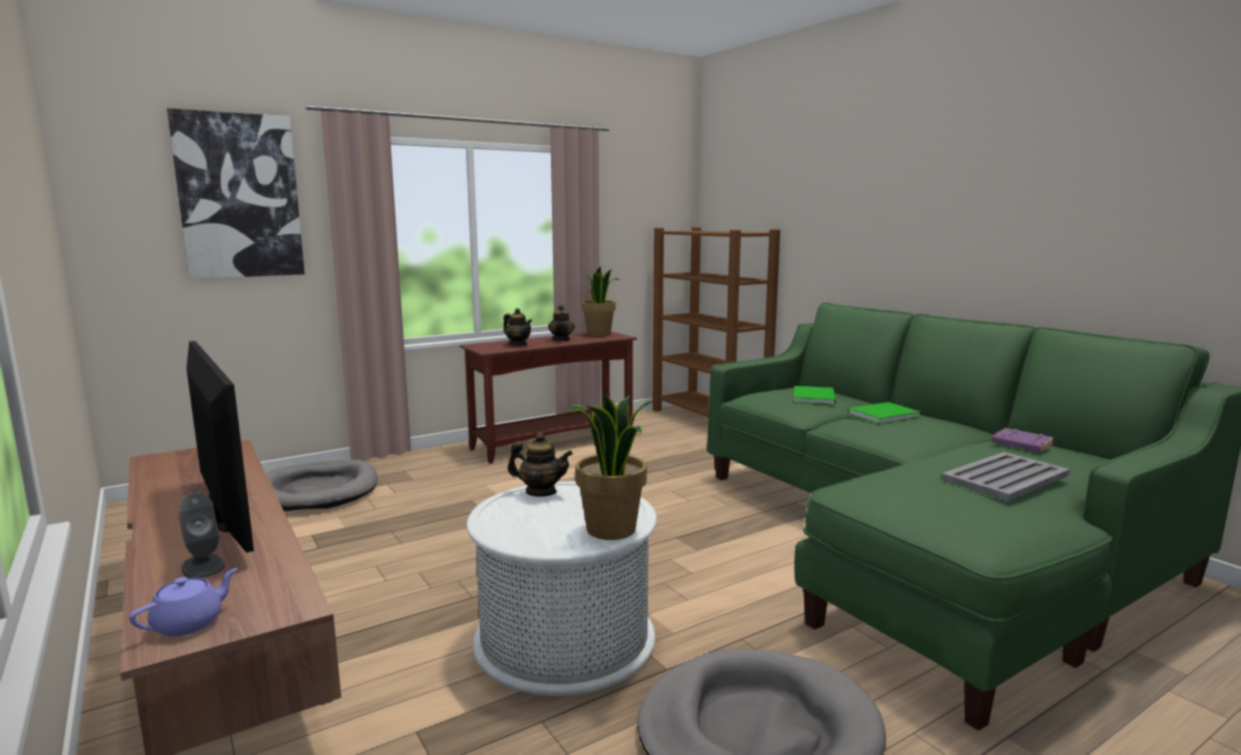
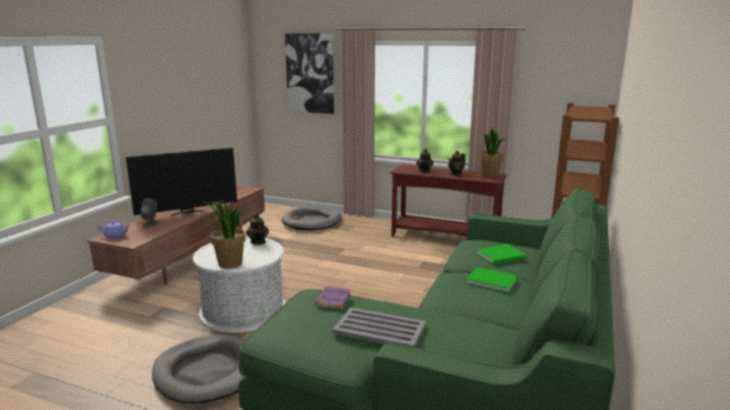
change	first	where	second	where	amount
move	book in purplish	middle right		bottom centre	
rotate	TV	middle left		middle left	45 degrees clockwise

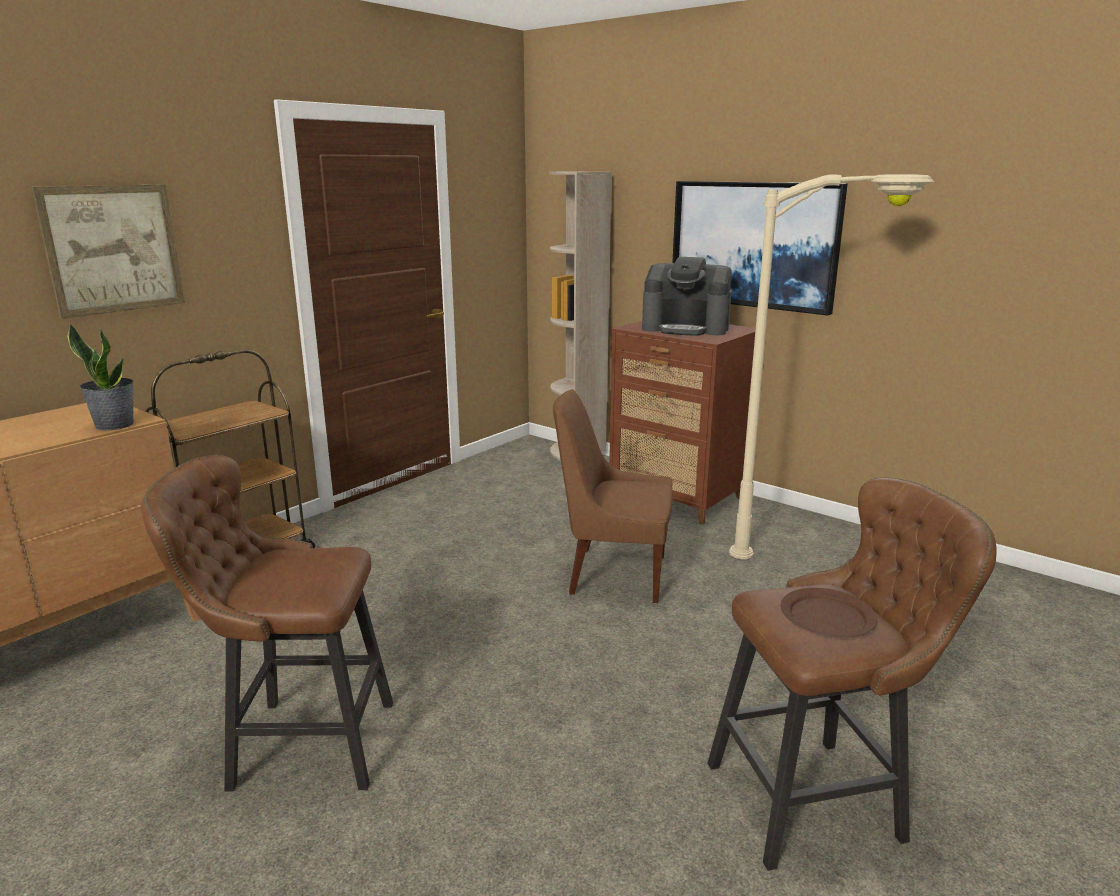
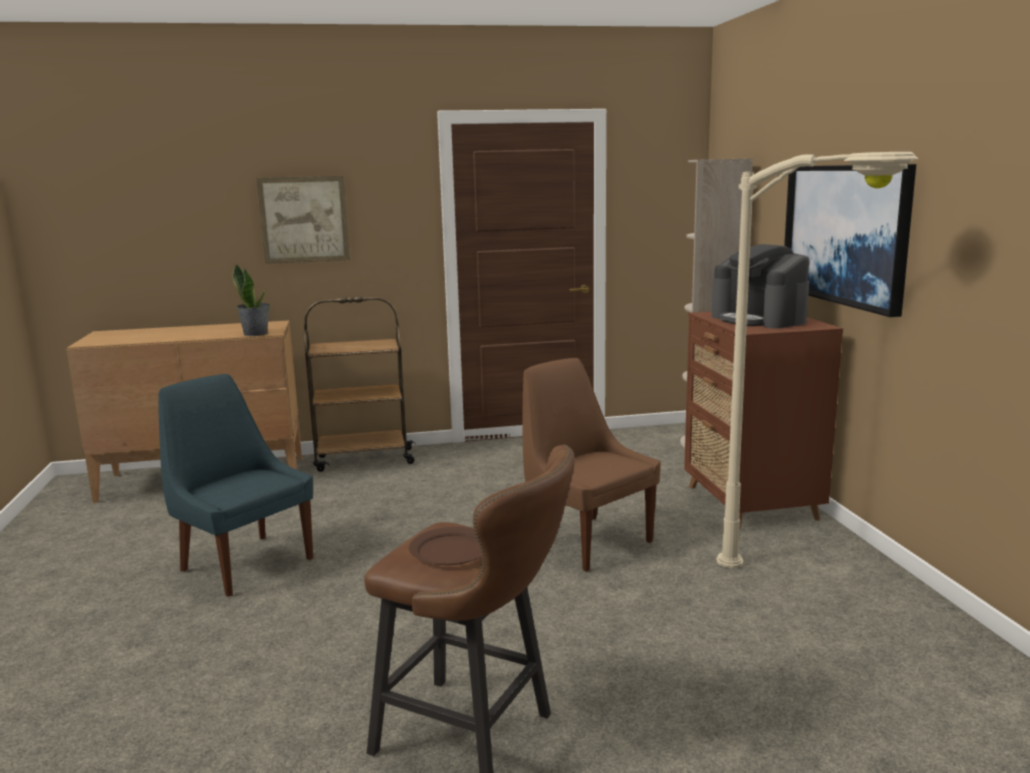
change	first	where	second	where	amount
replace	stool in brown (1st from left)	bottom left	upright chair in blue	middle left	

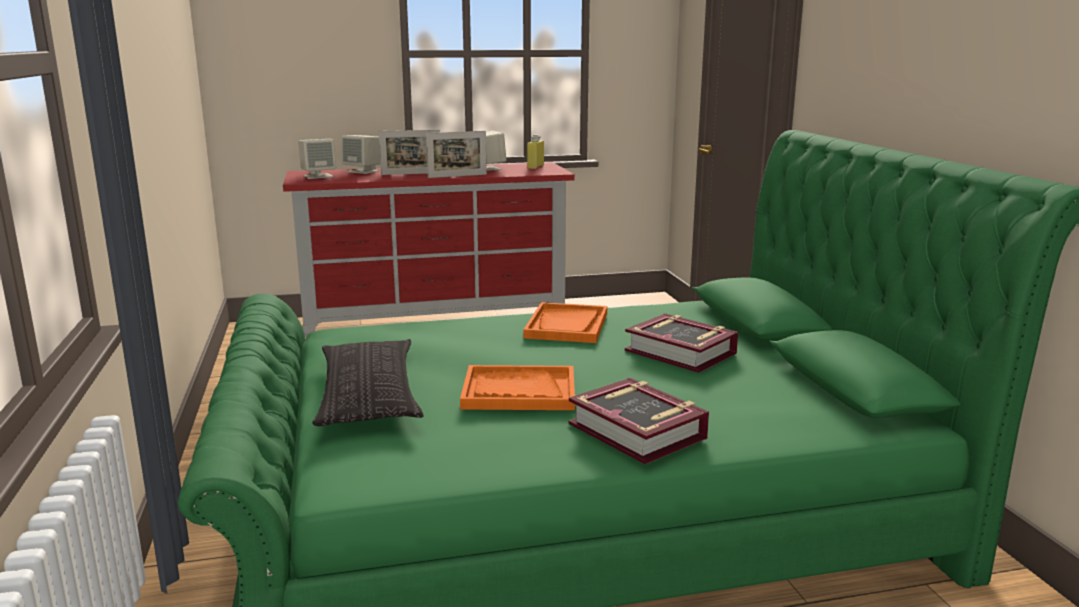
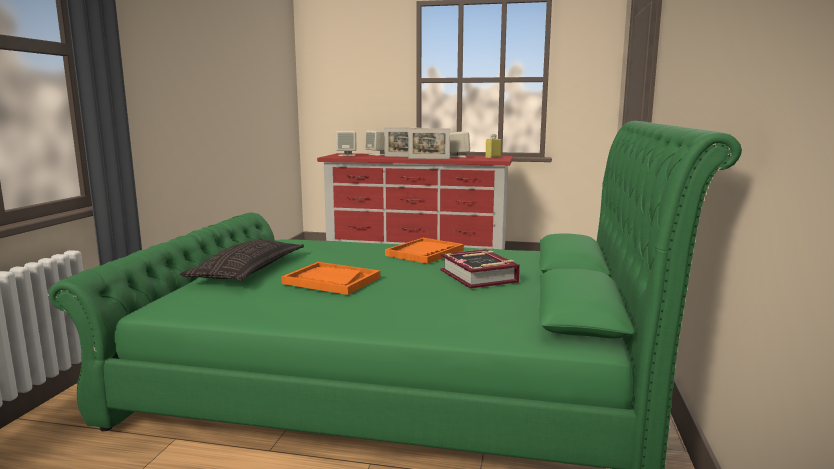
change	first	where	second	where	amount
delete	book (1st from left)	bottom centre			

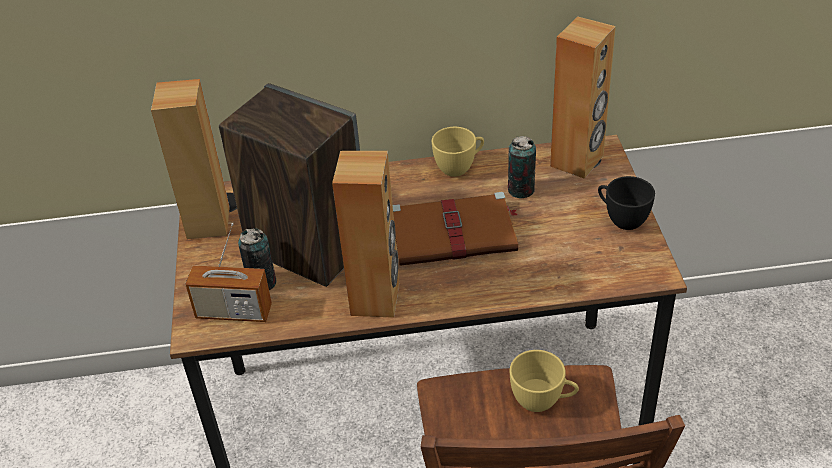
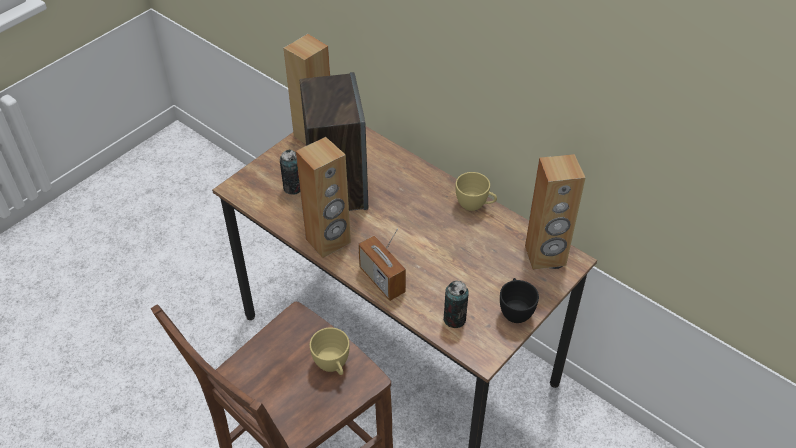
change	first	where	second	where	amount
delete	book in brown	centre			
move	radio receiver	middle left		centre	
move	metal can (2nd from left)	centre		bottom centre	

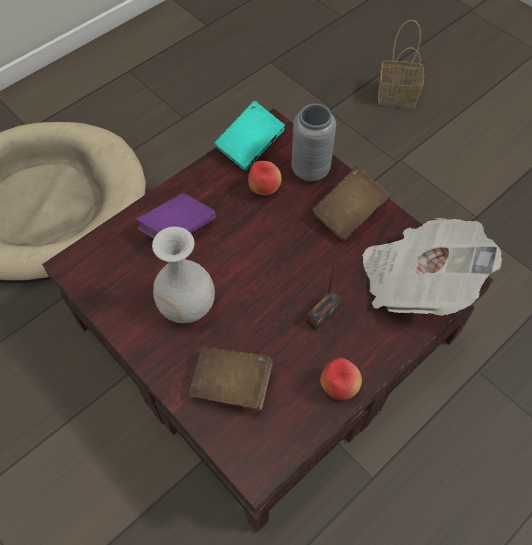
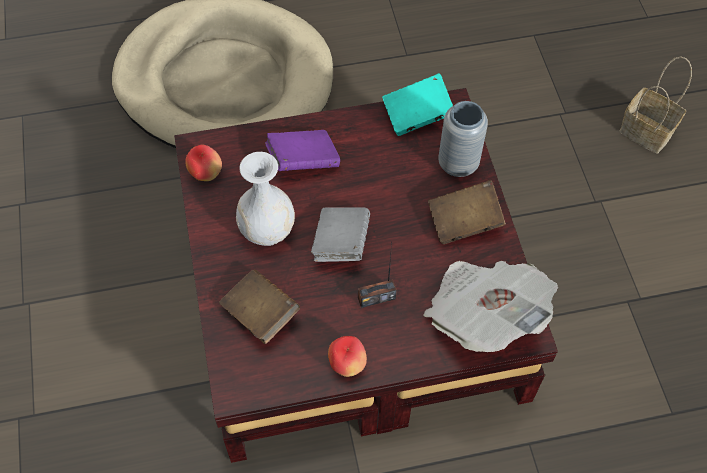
change	first	where	second	where	amount
insert			book in greyish	centre	
move	whole apple (1st from left)	top centre		middle left	

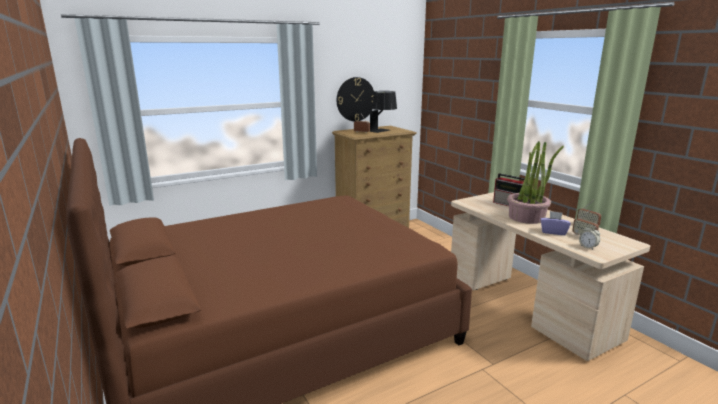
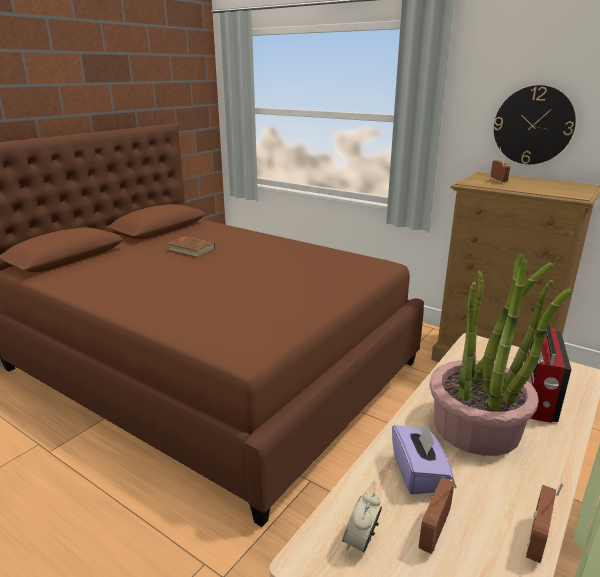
change	first	where	second	where	amount
delete	tabletop lamp in black-coloured	top centre			
insert			book in brown	middle left	

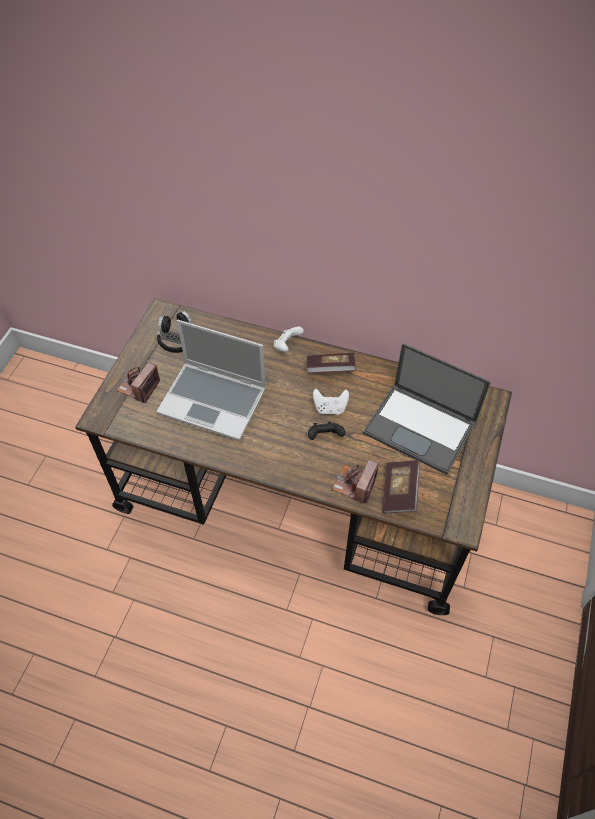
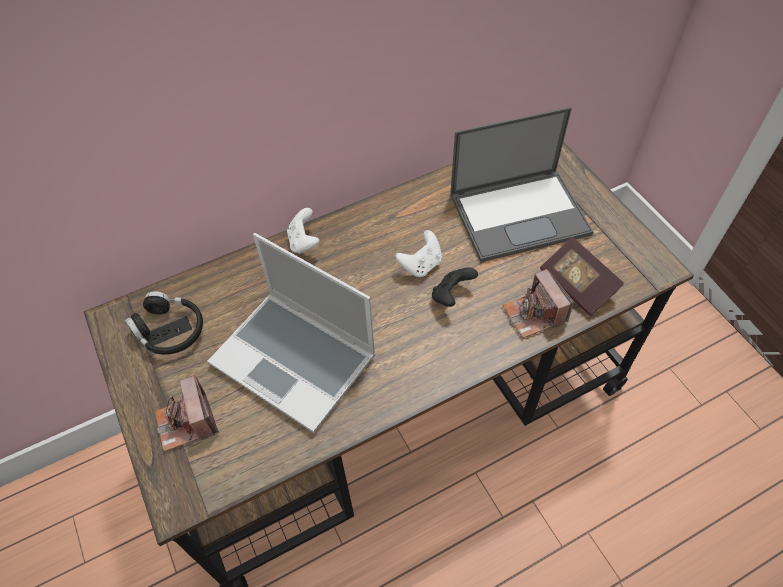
change	first	where	second	where	amount
delete	book (1st from left)	centre			
rotate	notebook computer (1st from left)	centre		centre	60 degrees clockwise

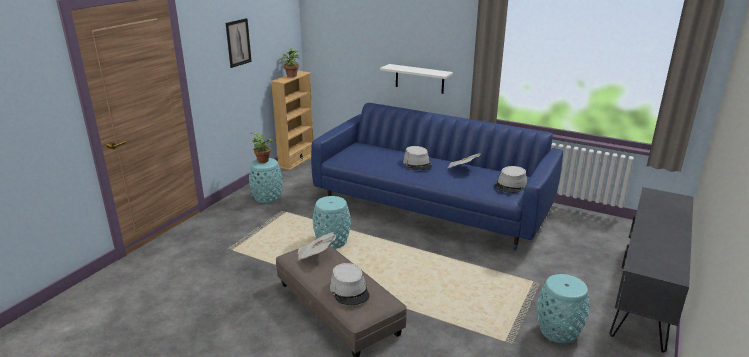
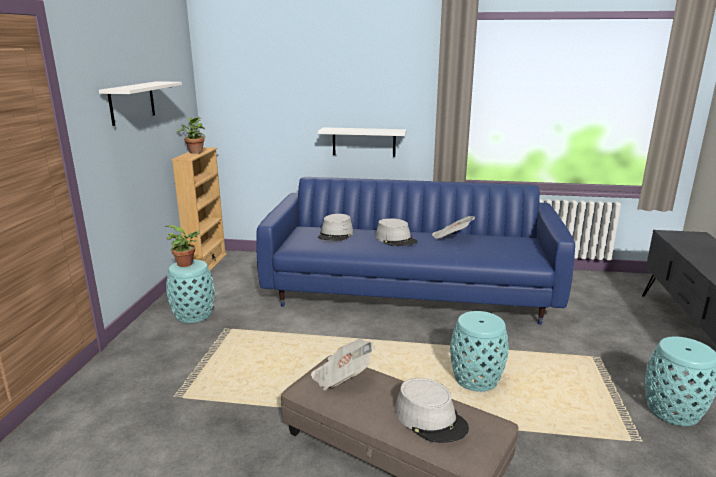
change	first	where	second	where	amount
move	stool in turquoise-coloured (2nd from left)	centre		bottom right	
move	wearable hat in greyish (3rd from left in the first image)	middle right	wearable hat in greyish (1st from left)	centre	
replace	wall picture	top left	bracket shelf in white-coloured (1st from left)	top left	

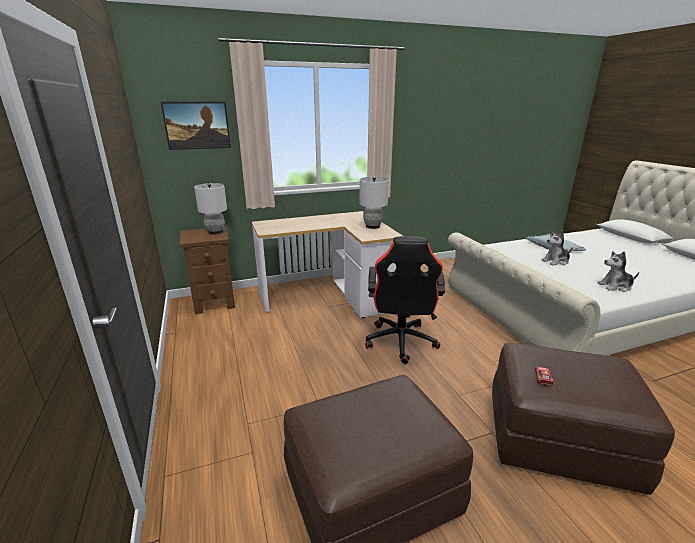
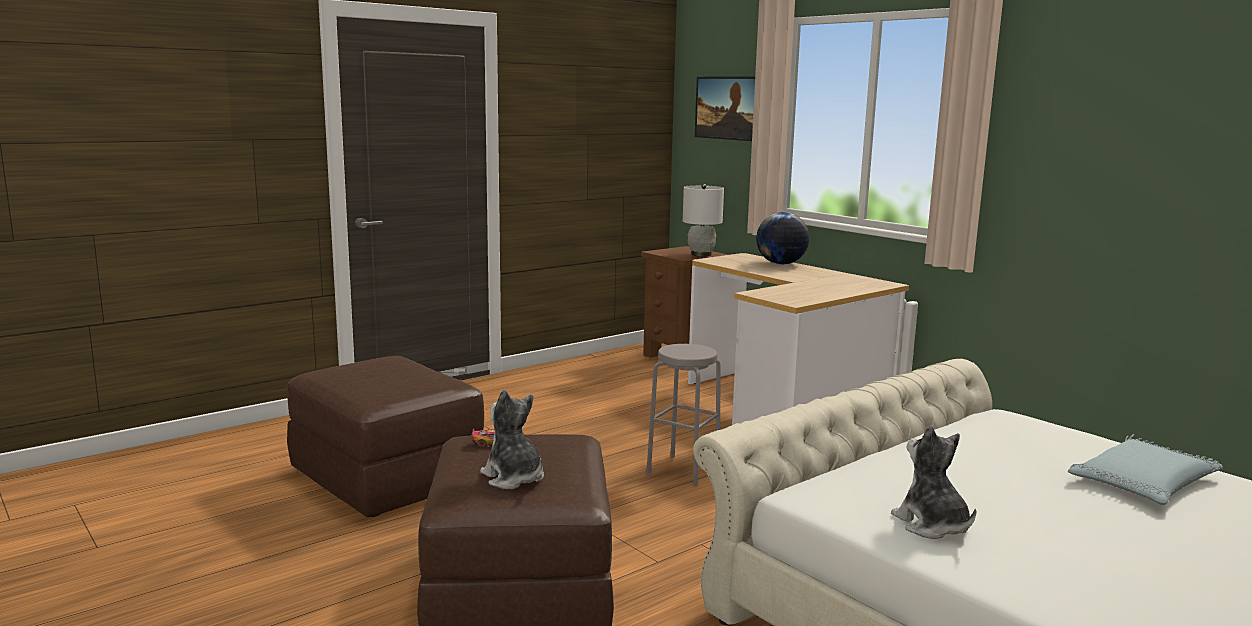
change	first	where	second	where	amount
delete	tabletop lamp in white-coloured (2nd from left)	centre			
insert			desk globe	centre	
move	soft toy (1st from left)	middle right		bottom centre	
replace	desk chair in black-coloured	centre	stool in greyish	centre	

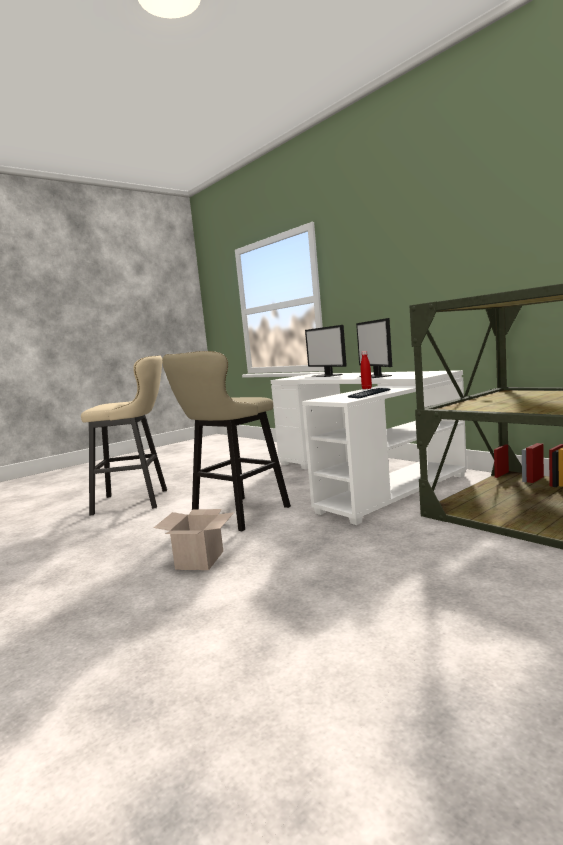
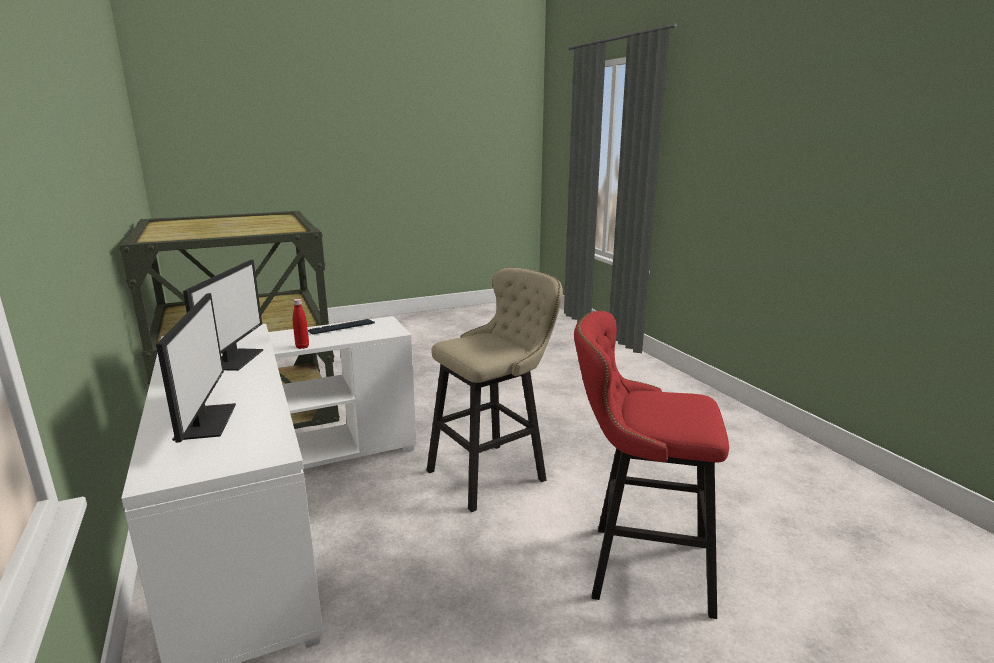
change	first	where	second	where	amount
delete	packing box	centre			
recolor	stool in sand-coloured (1st from left)	middle left	stool in reddish	bottom centre	

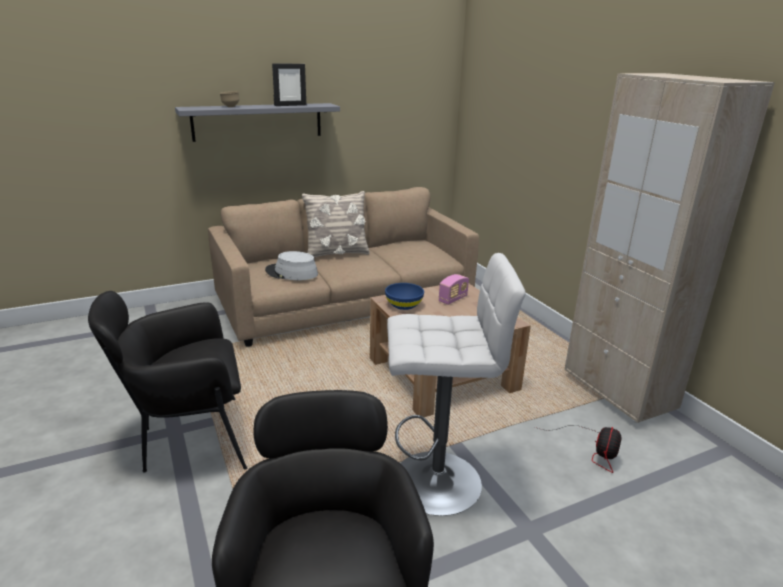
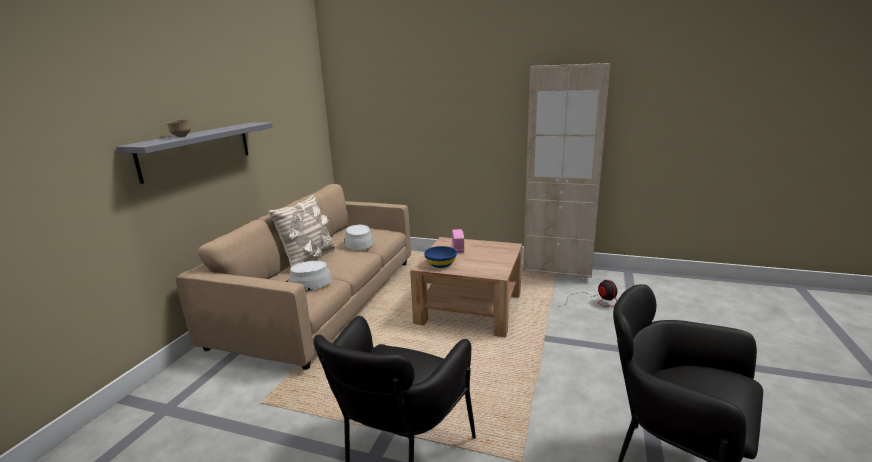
change	first	where	second	where	amount
delete	picture frame	top centre			
delete	stool in white-coloured	centre			
insert			wearable hat in greyish (2nd from left)	centre	

